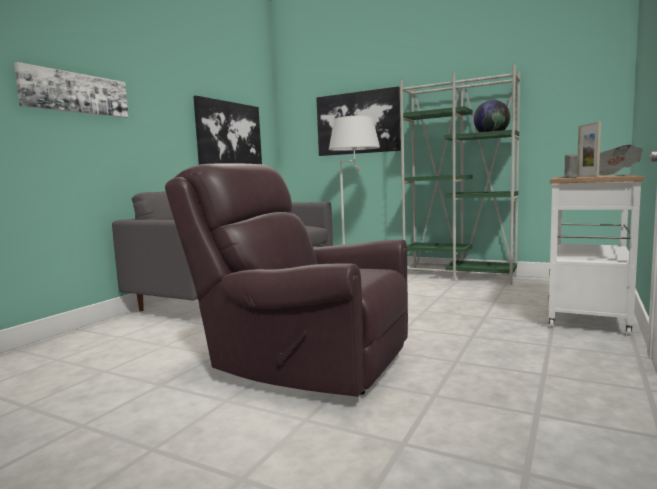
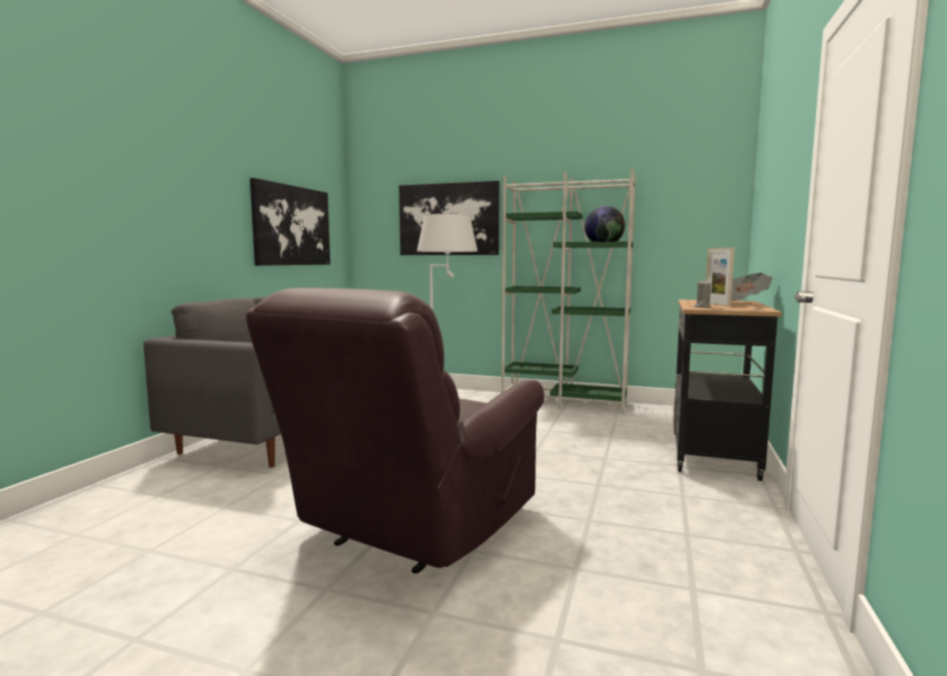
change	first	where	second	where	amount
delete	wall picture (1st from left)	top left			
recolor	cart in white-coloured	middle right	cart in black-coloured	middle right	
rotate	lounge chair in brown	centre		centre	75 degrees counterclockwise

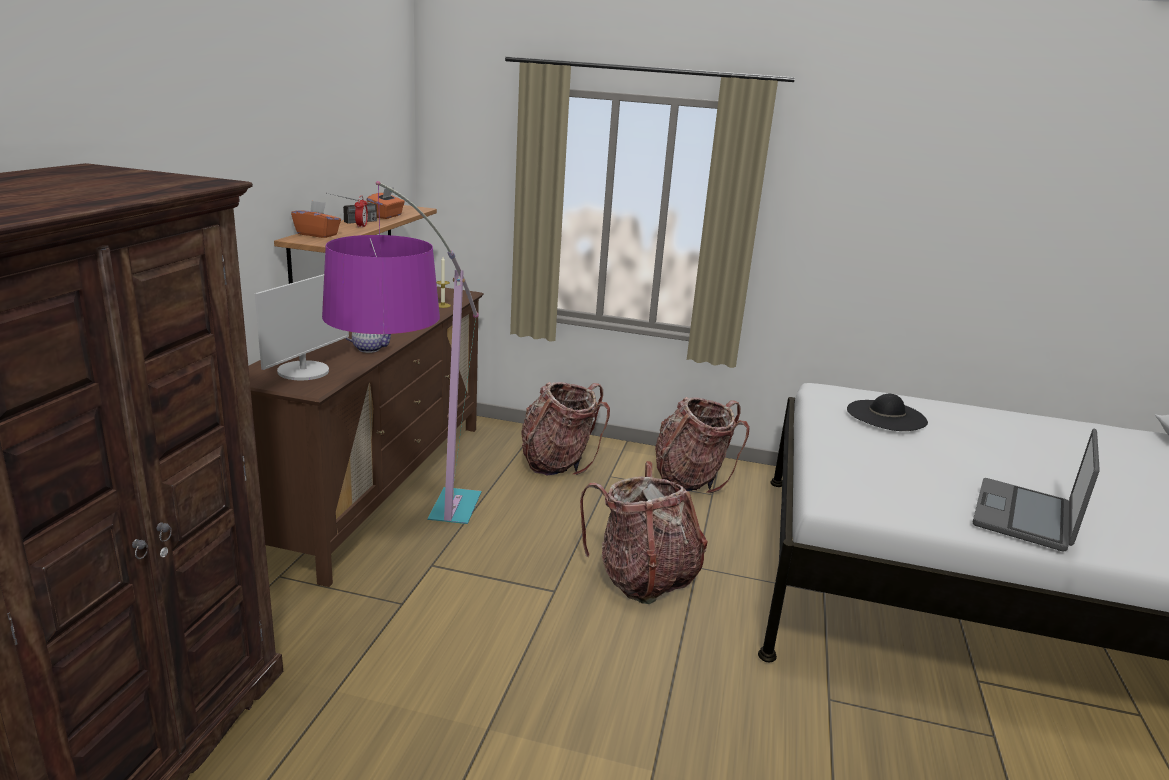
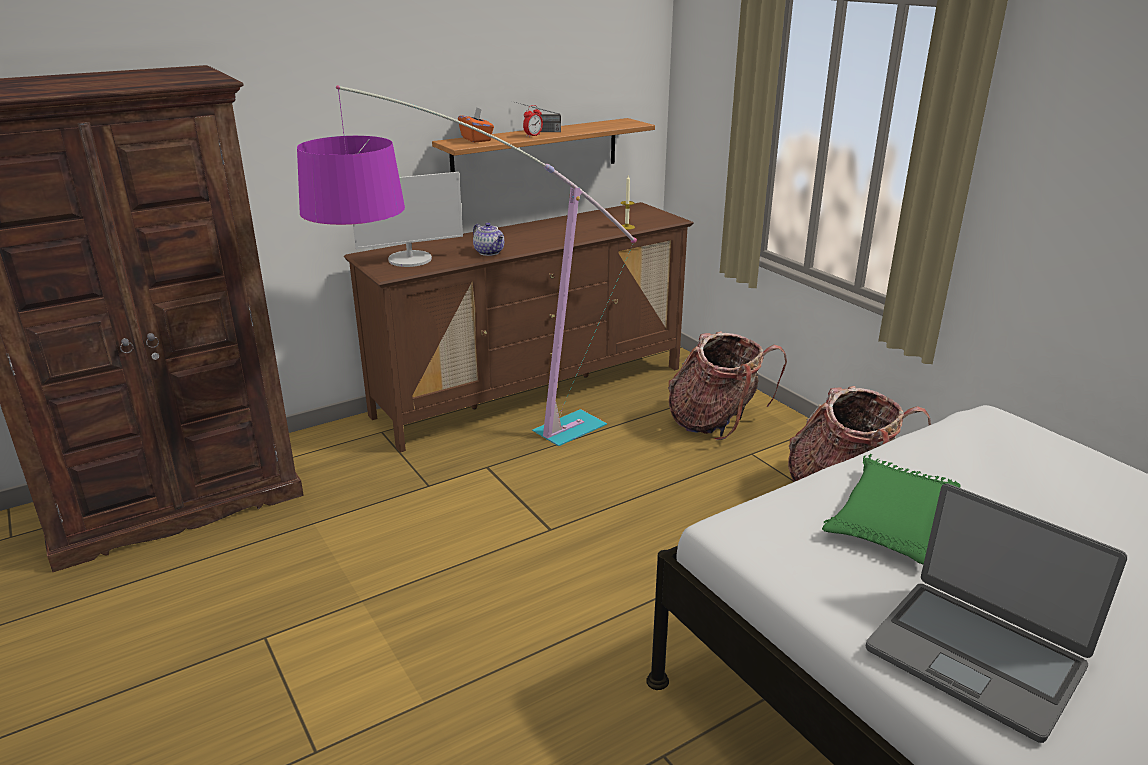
change	first	where	second	where	amount
delete	tissue box in orange (2nd from left)	top left			
delete	backpack (2nd from left)	bottom centre			
delete	wearable hat in black-coloured	middle right			
insert			throw pillow in green-coloured	middle right	
rotate	notebook computer	middle right		bottom right	120 degrees counterclockwise

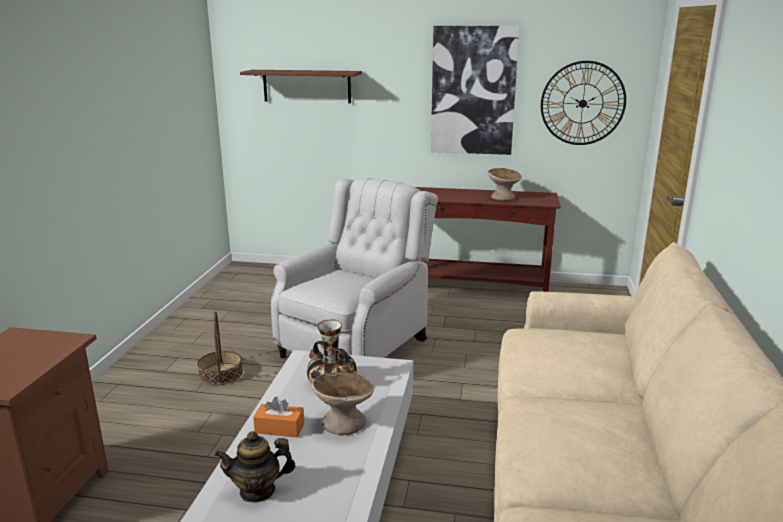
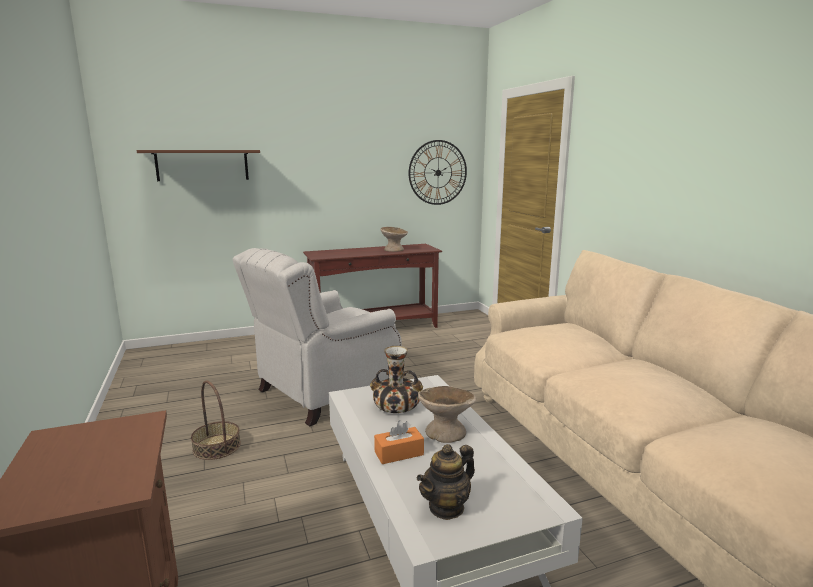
change	first	where	second	where	amount
delete	wall picture	top centre			
rotate	lounge chair in white-coloured	centre		centre	135 degrees counterclockwise

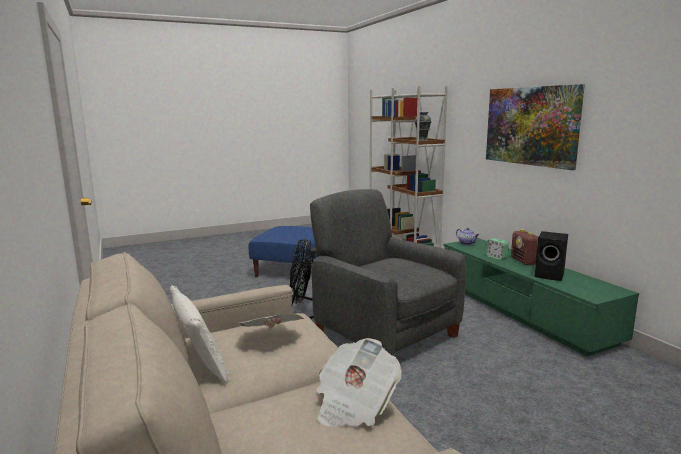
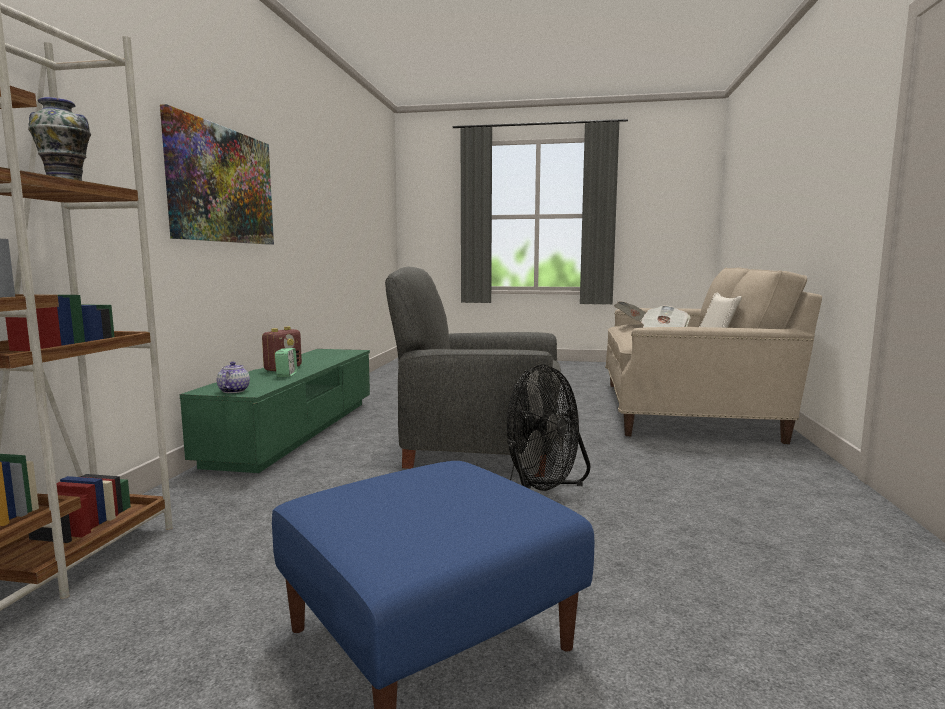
change	first	where	second	where	amount
delete	speaker in black-coloured	middle right			
rotate	lounge chair in greyish	centre		centre	105 degrees clockwise

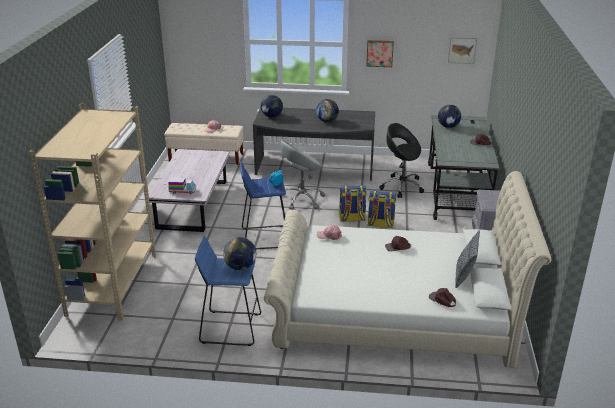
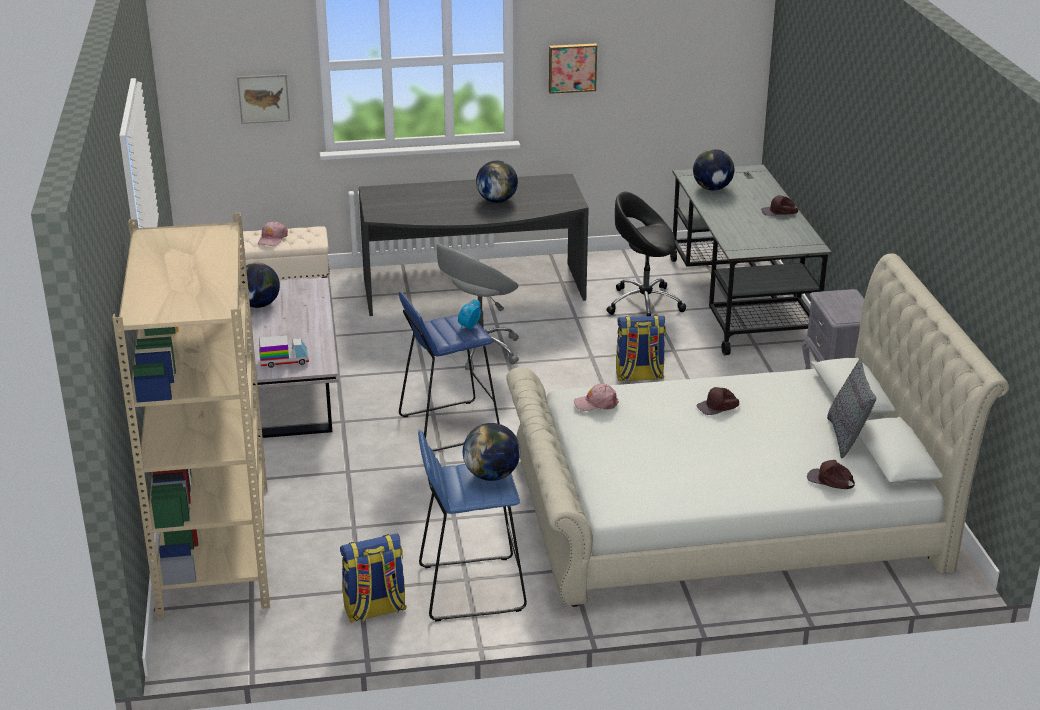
change	first	where	second	where	amount
move	desk globe (2nd from left in the first image)	top centre	desk globe (1st from left)	middle left	
move	backpack (1st from left)	centre		bottom centre	
move	wall picture (2nd from left in the first image)	top right	wall picture (1st from left)	top left	

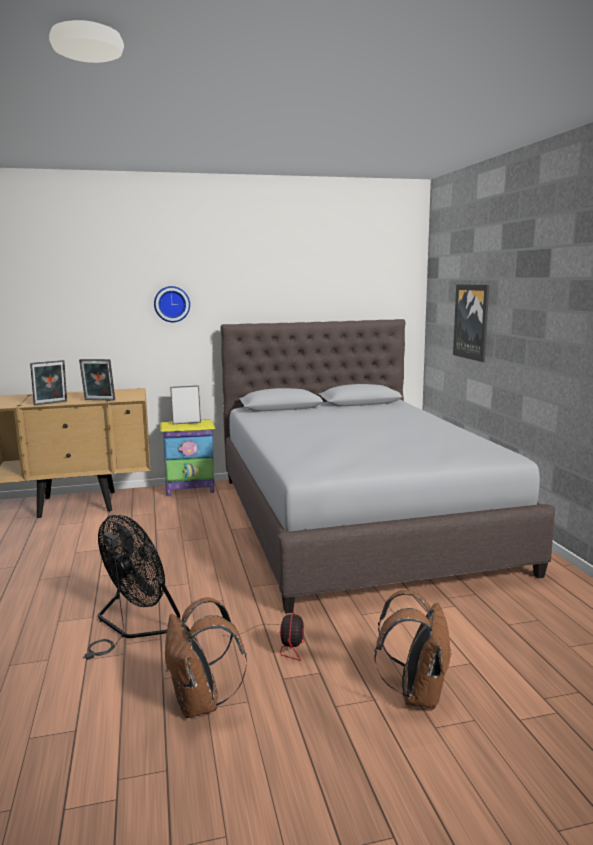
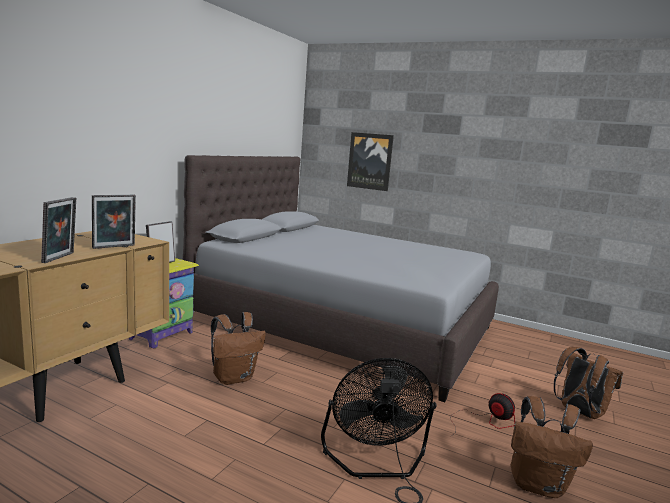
change	first	where	second	where	amount
delete	wall clock	middle left			
insert			backpack in brown (1st from left)	bottom centre	

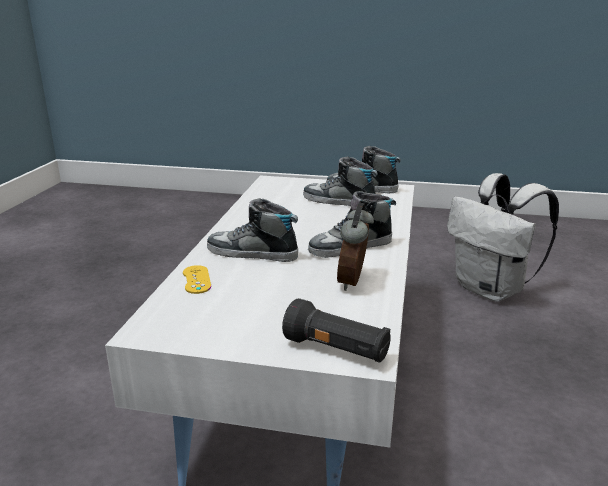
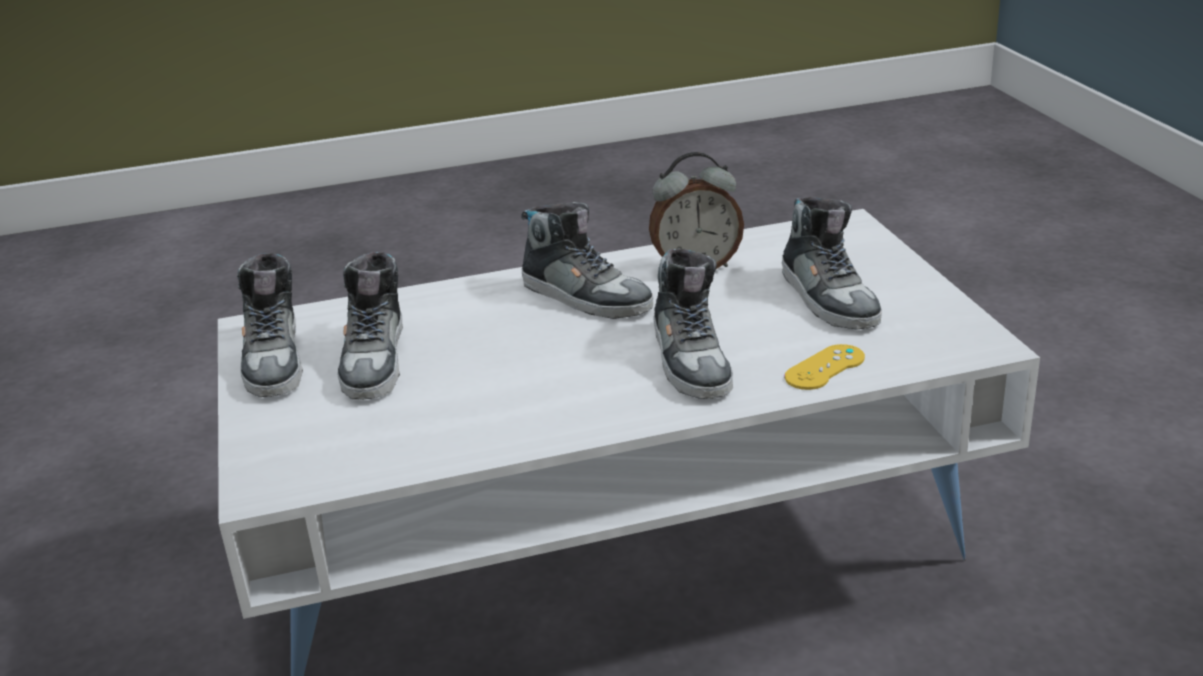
change	first	where	second	where	amount
delete	torch in black-coloured	bottom centre			
delete	backpack in white-coloured	middle right			
insert			shoe (5th from left)	middle right	

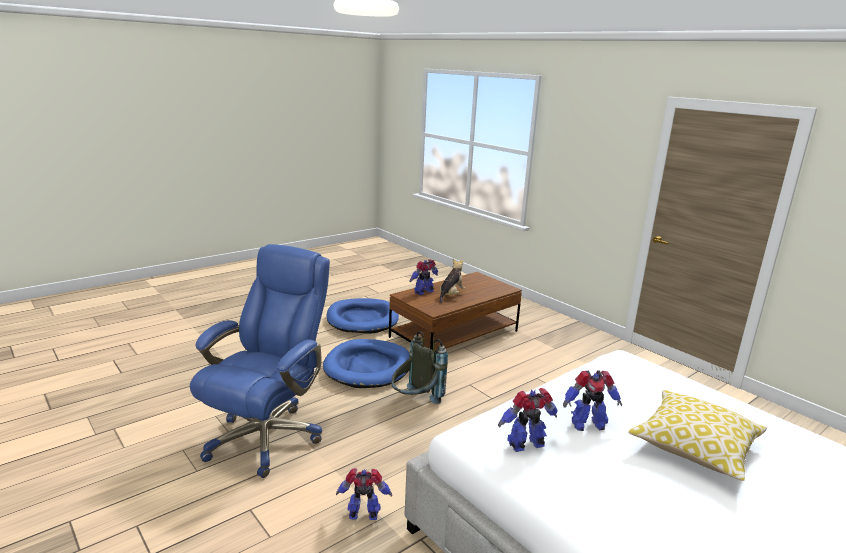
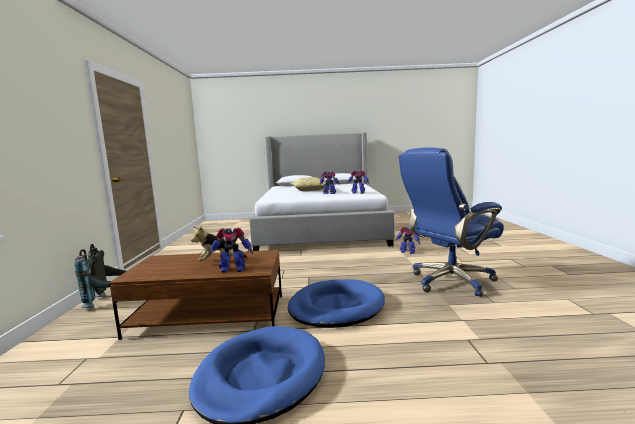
change	first	where	second	where	amount
move	backpack in greyish	centre		middle left	

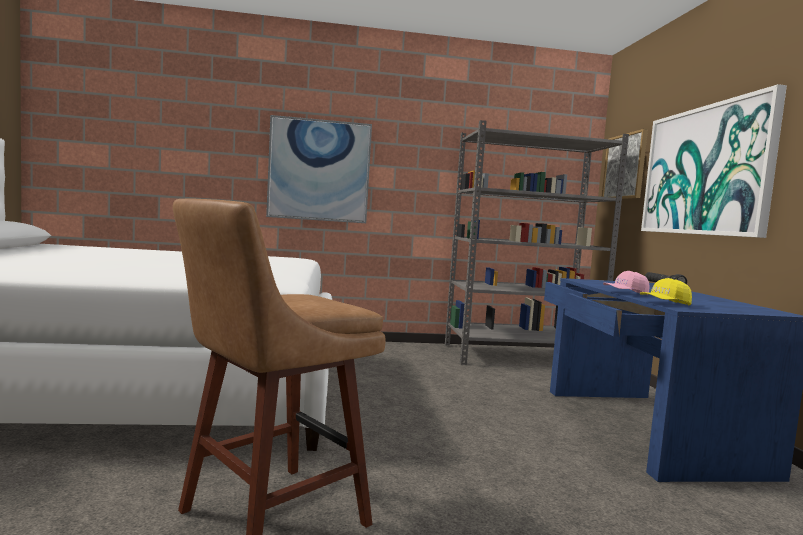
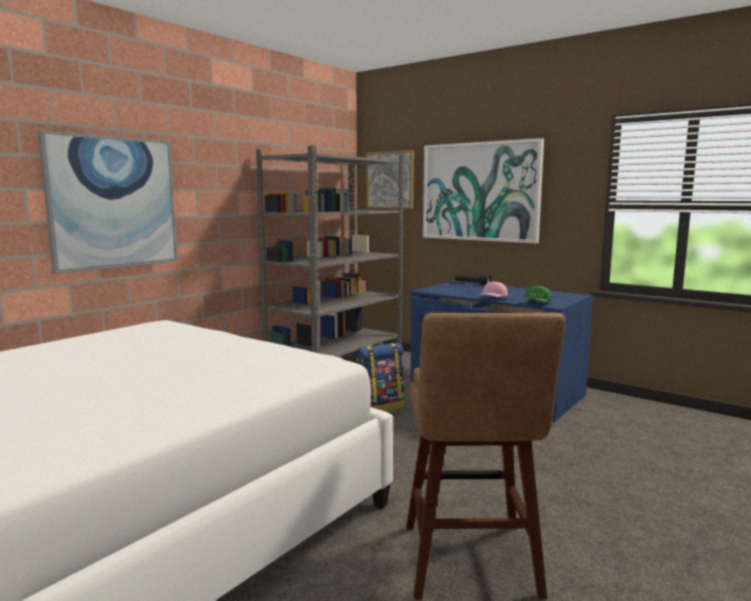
change	first	where	second	where	amount
insert			backpack	centre	
recolor	cap in yellow	middle right	cap in green-coloured	middle right	

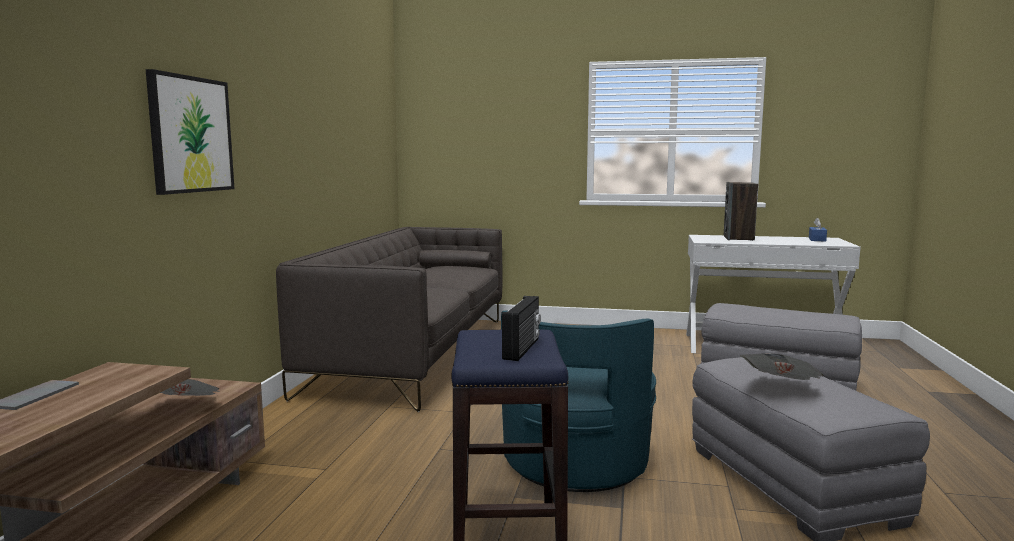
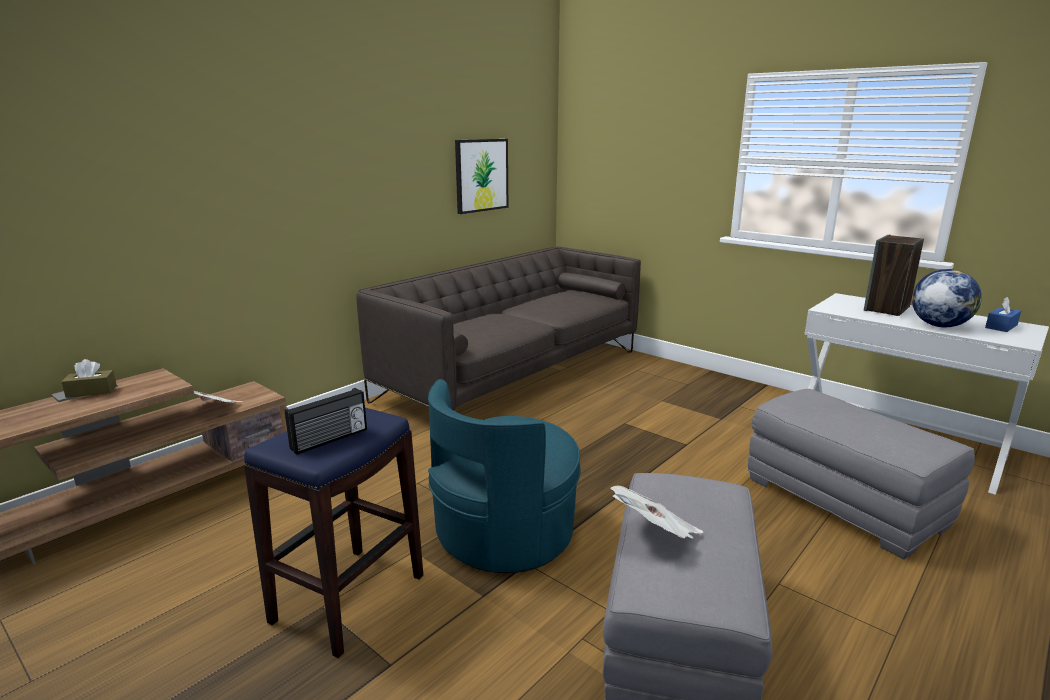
change	first	where	second	where	amount
insert			tissue box in brown	middle left	
insert			desk globe	middle right	
move	wall picture	top left		top centre	

